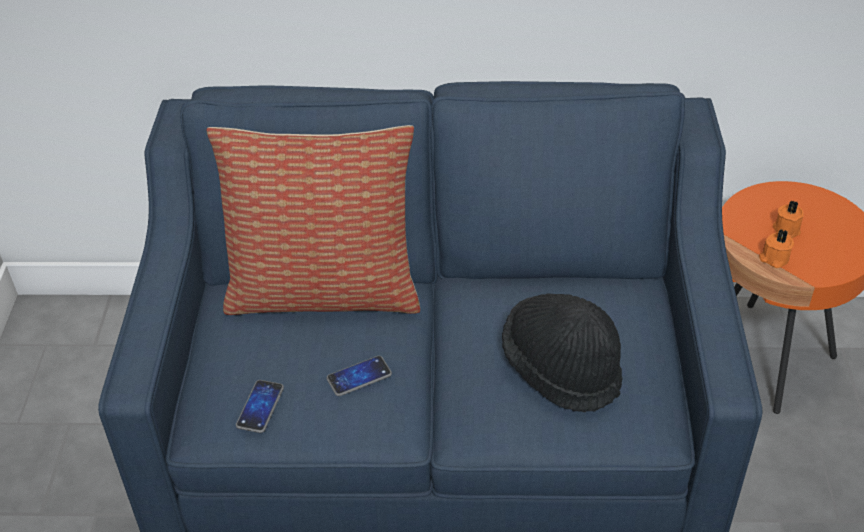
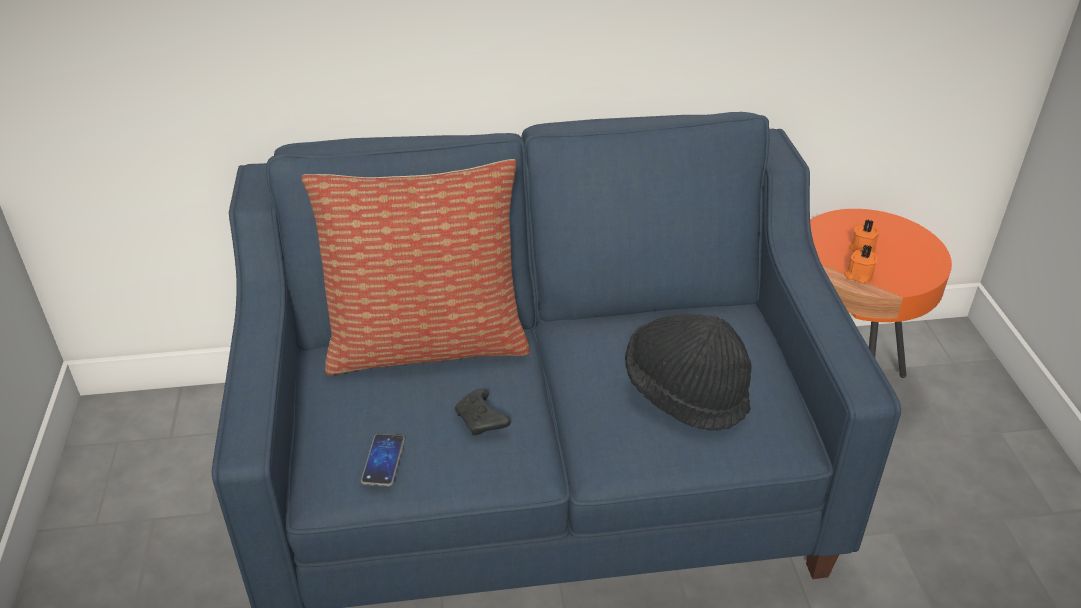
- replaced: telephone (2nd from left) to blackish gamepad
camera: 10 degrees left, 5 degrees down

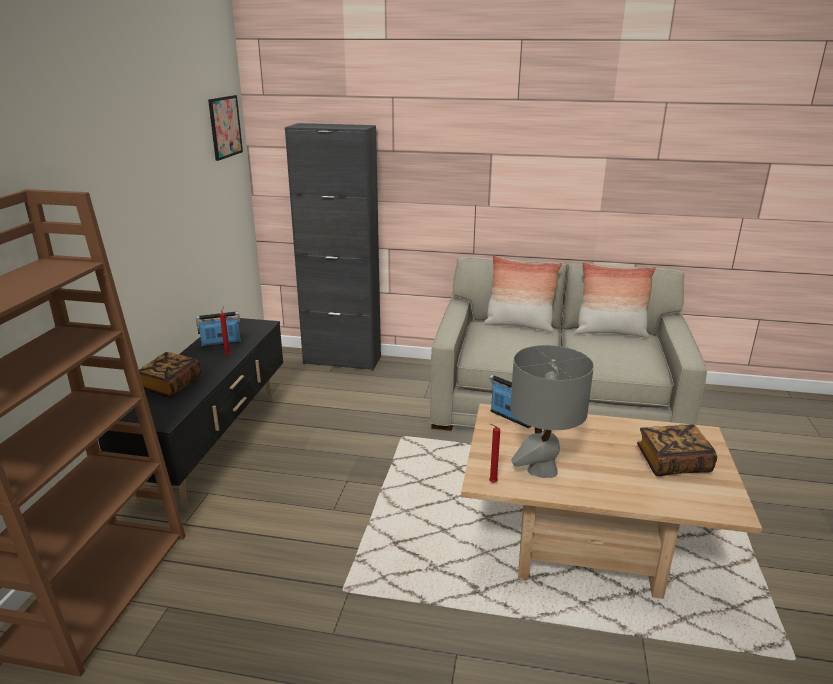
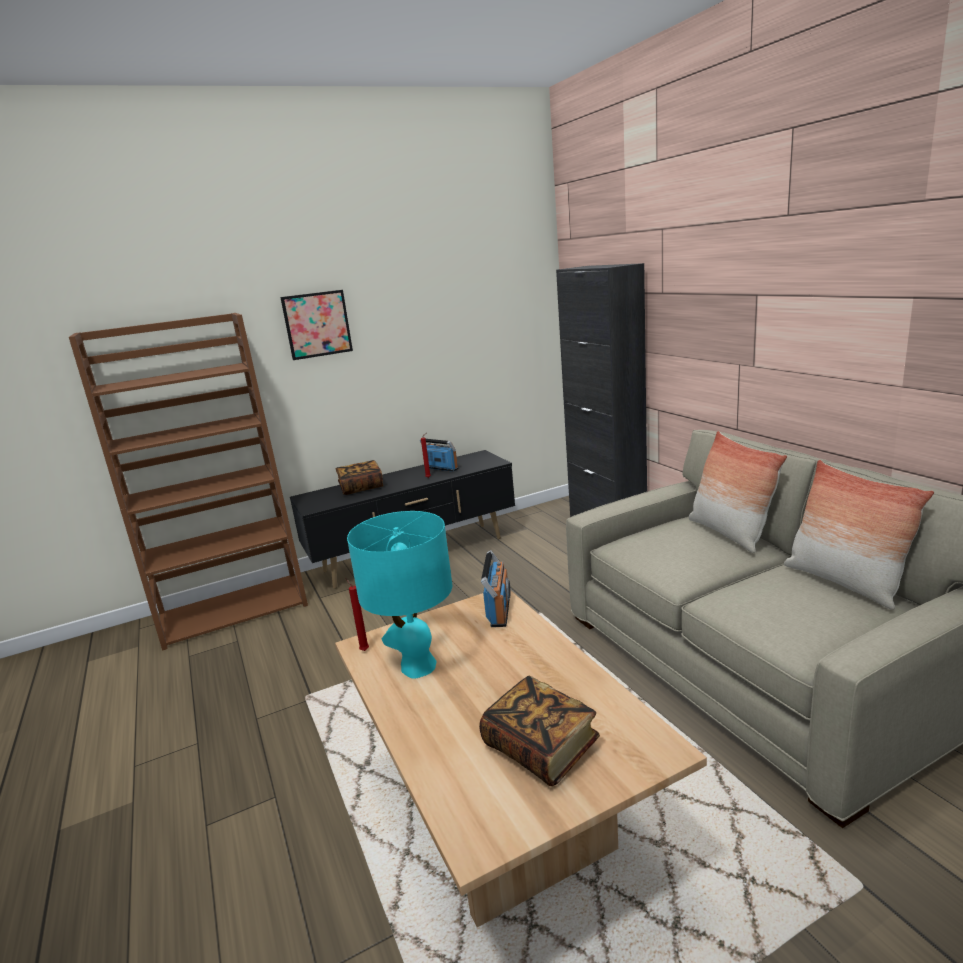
- moved: wall picture
- recoloured: grey tabletop lamp to turquoise-coloured tabletop lamp
camera: 55 degrees right, 5 degrees down

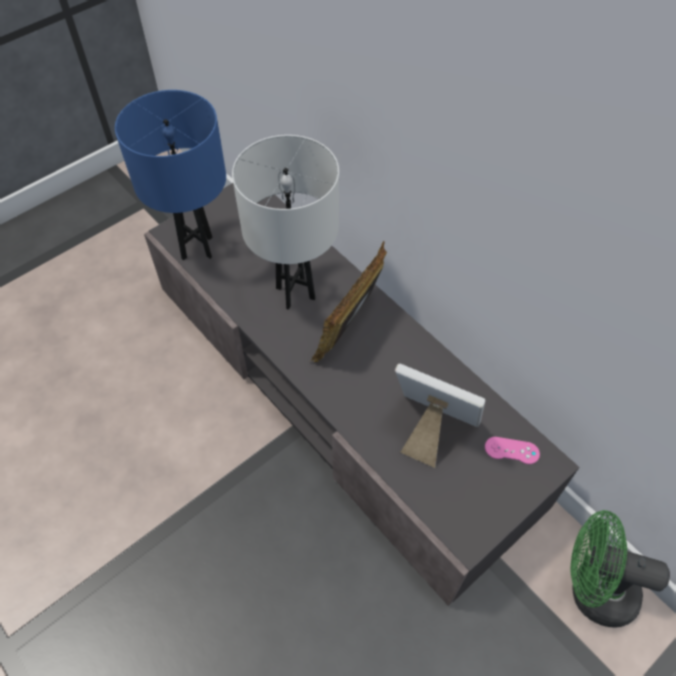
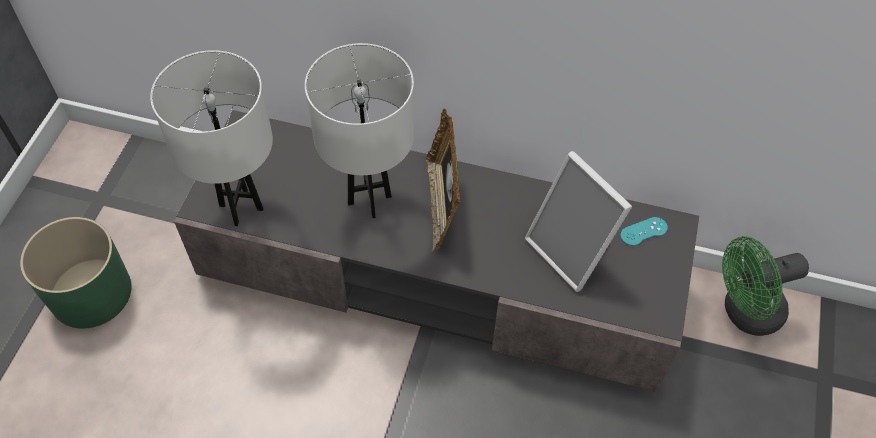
- added: green planter
- recoloured: blue-coloured tabletop lamp to whitish tabletop lamp (1st from left)
- recoloured: pinkish gamepad to turquoise-coloured gamepad
- turned: photo frame (2nd from left) 120 degrees counterclockwise
camera: 35 degrees left, 0 degrees up

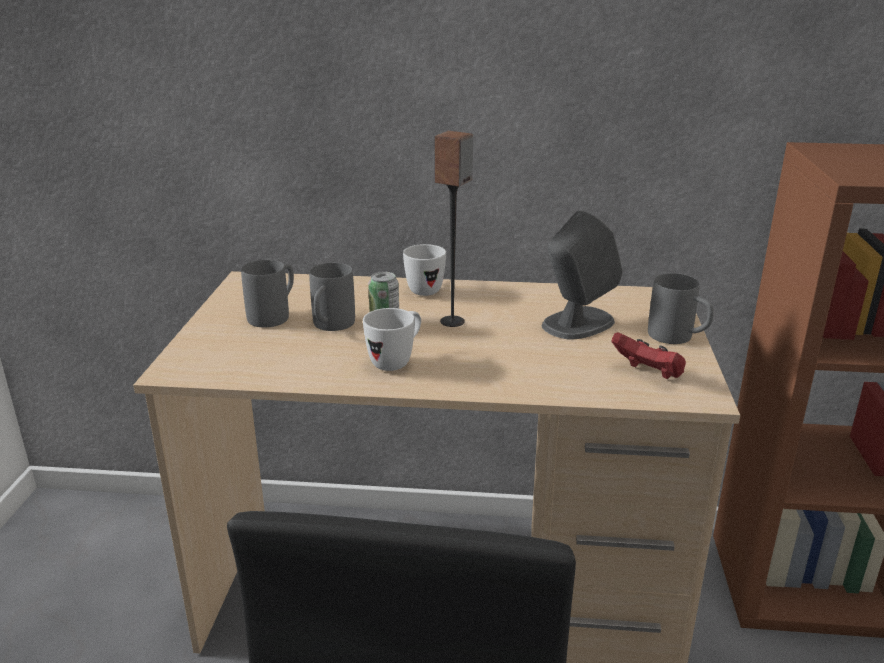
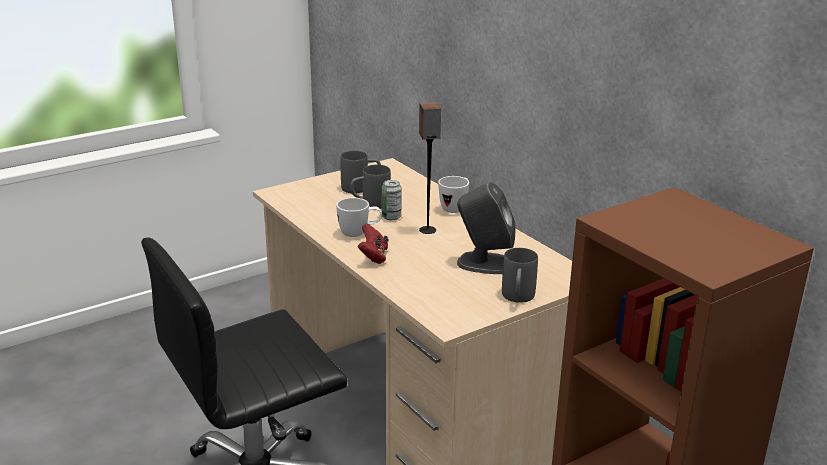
- moved: reddish gamepad
camera: 50 degrees right, 0 degrees up

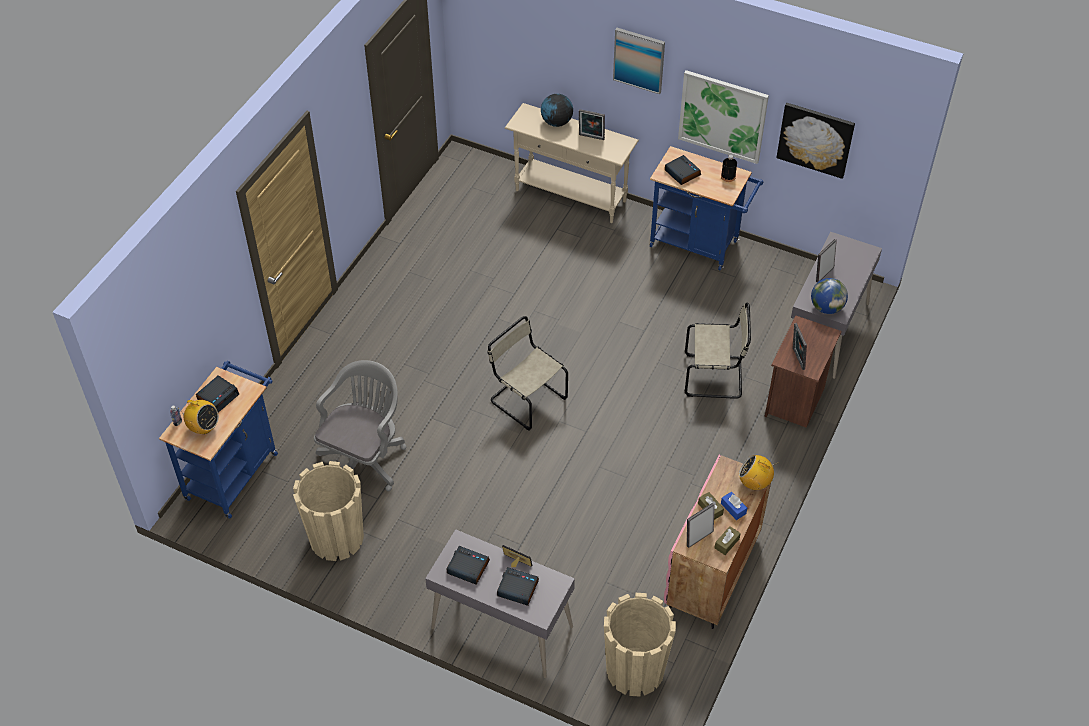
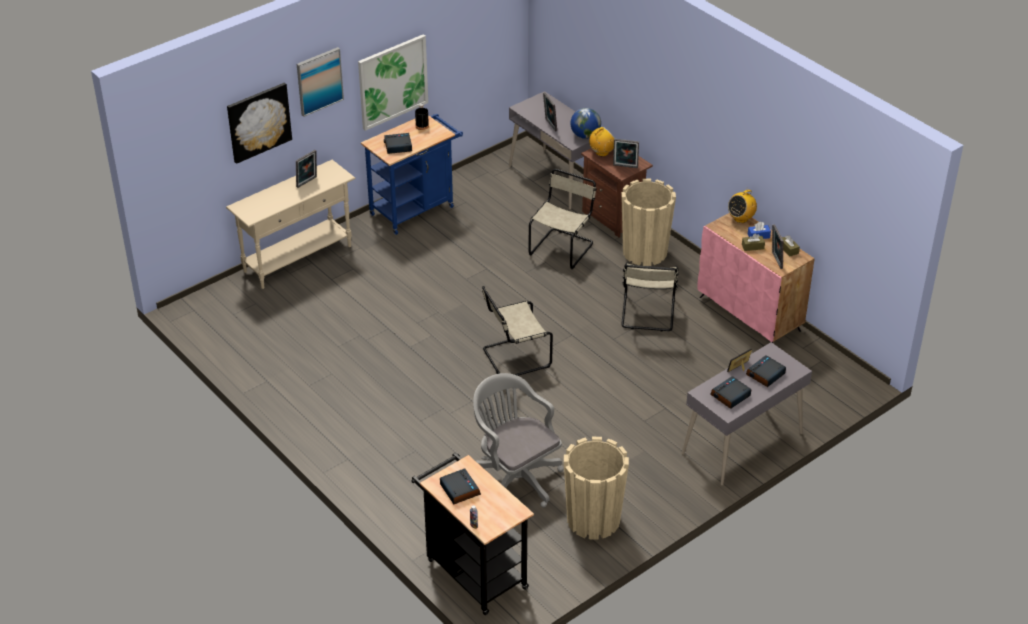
- removed: globe (1st from left)
- added: beige-coloured upright chair (3rd from left)
- moved: radio set (1st from left)
- moved: beige-coloured planter (2nd from left)
- moved: wall picture (3rd from left in the first image) to wall picture (1st from left)
- recoloured: blue-coloured wheeled cart (1st from left) to blackish wheeled cart
camera: 65 degrees left, 10 degrees down

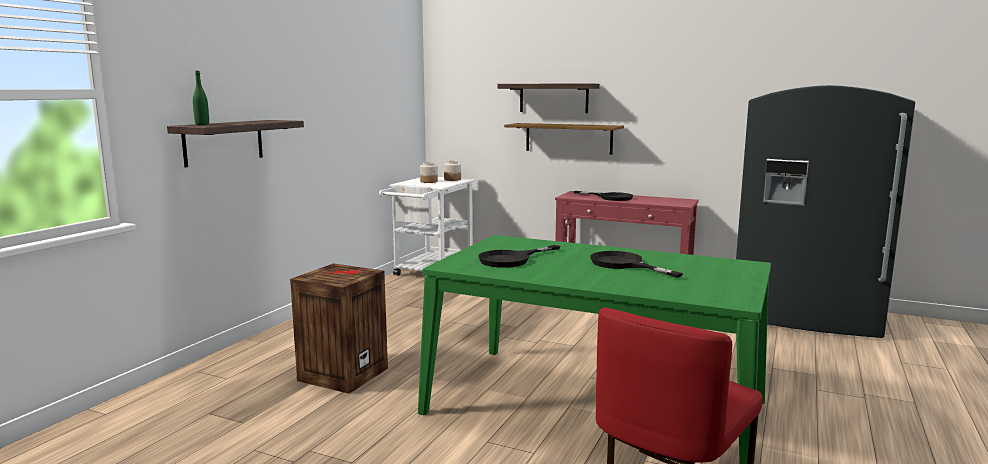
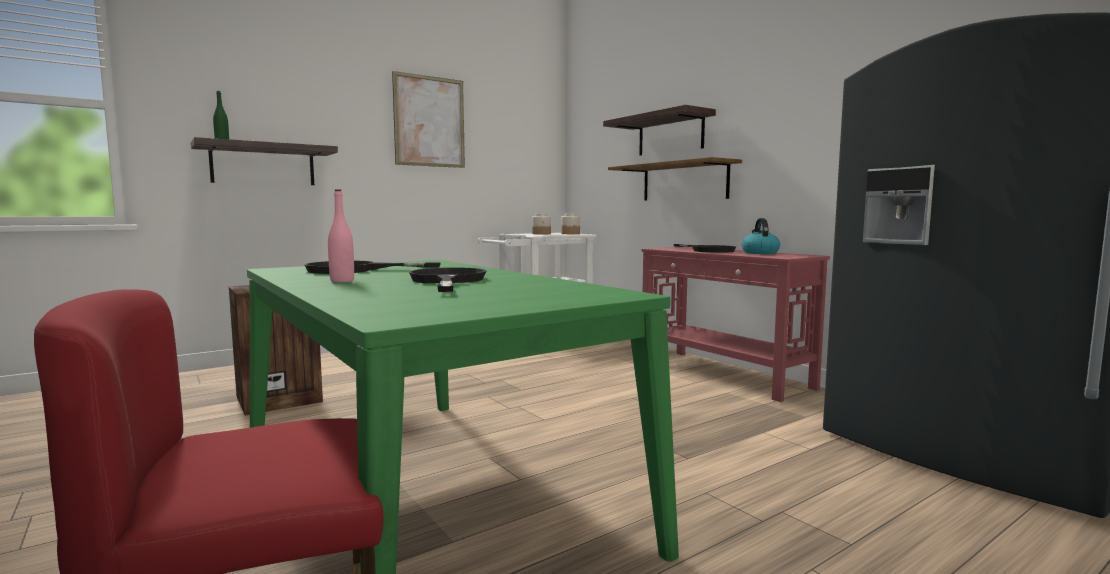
- added: pinkish bottle
- added: wall picture
- added: kettle
camera: 30 degrees right, 5 degrees down

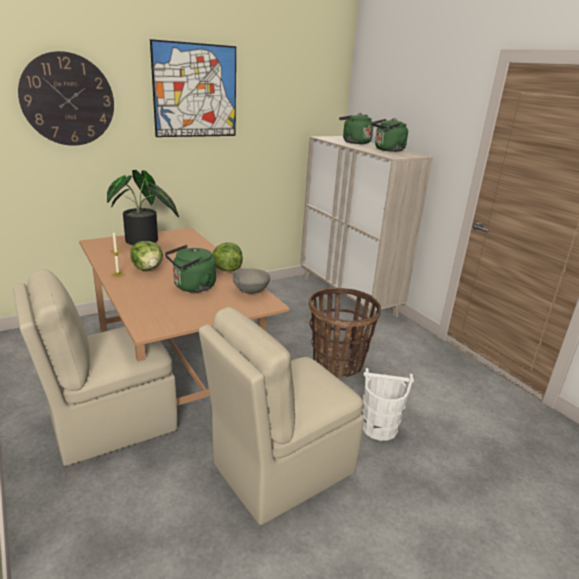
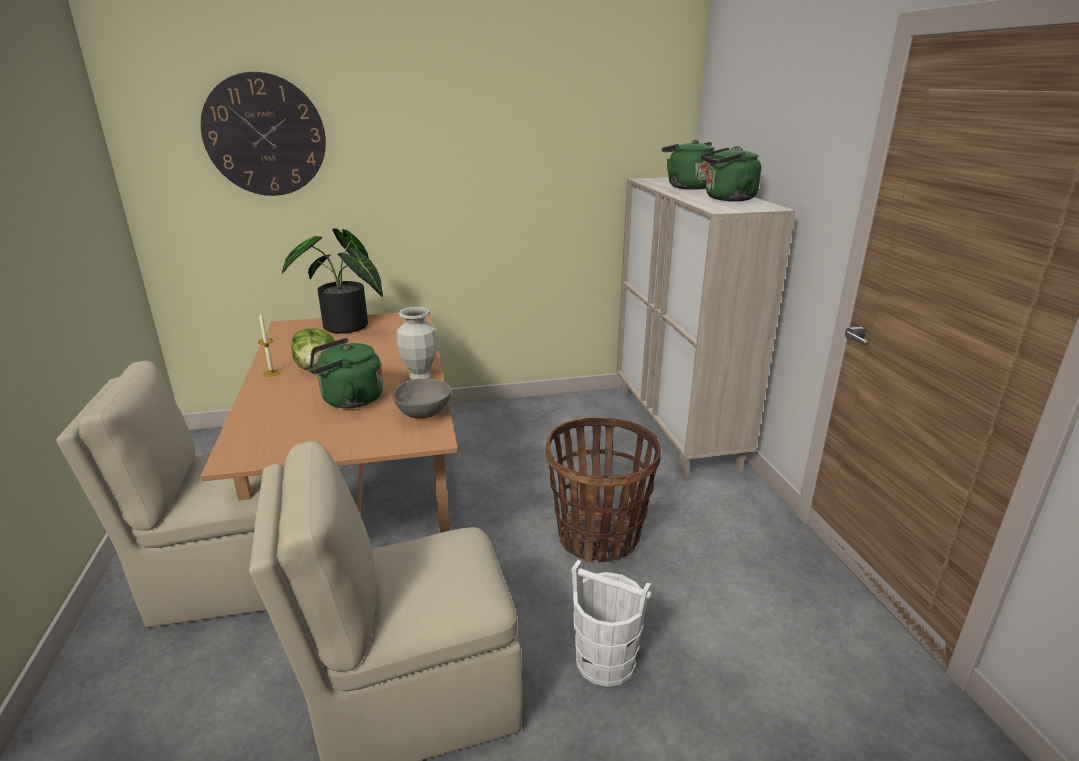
- removed: wall picture
- replaced: lettuce head (2nd from left) to vase
camera: 20 degrees right, 0 degrees up

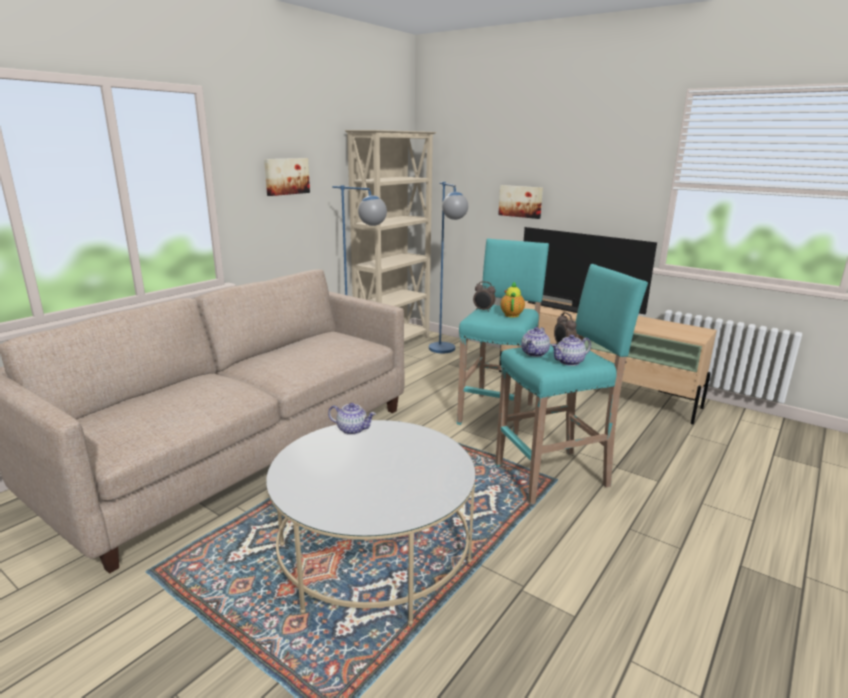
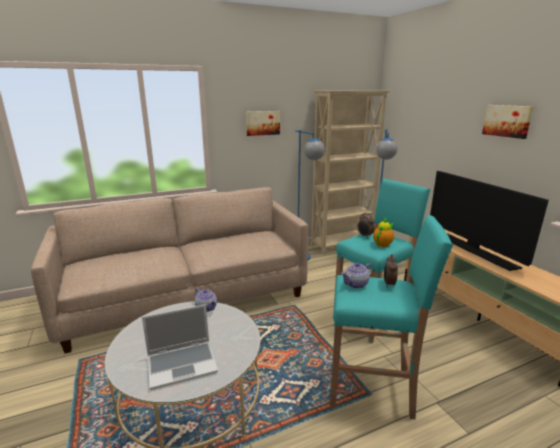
- removed: teapot (4th from left)
- added: laptop
- moved: wall picture (2nd from left)
camera: 30 degrees right, 0 degrees up

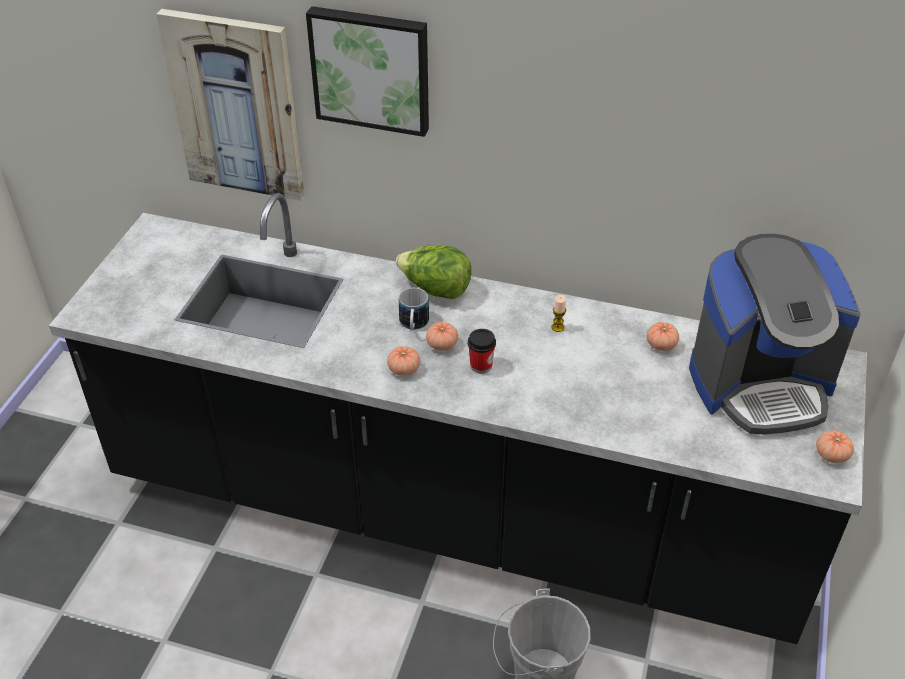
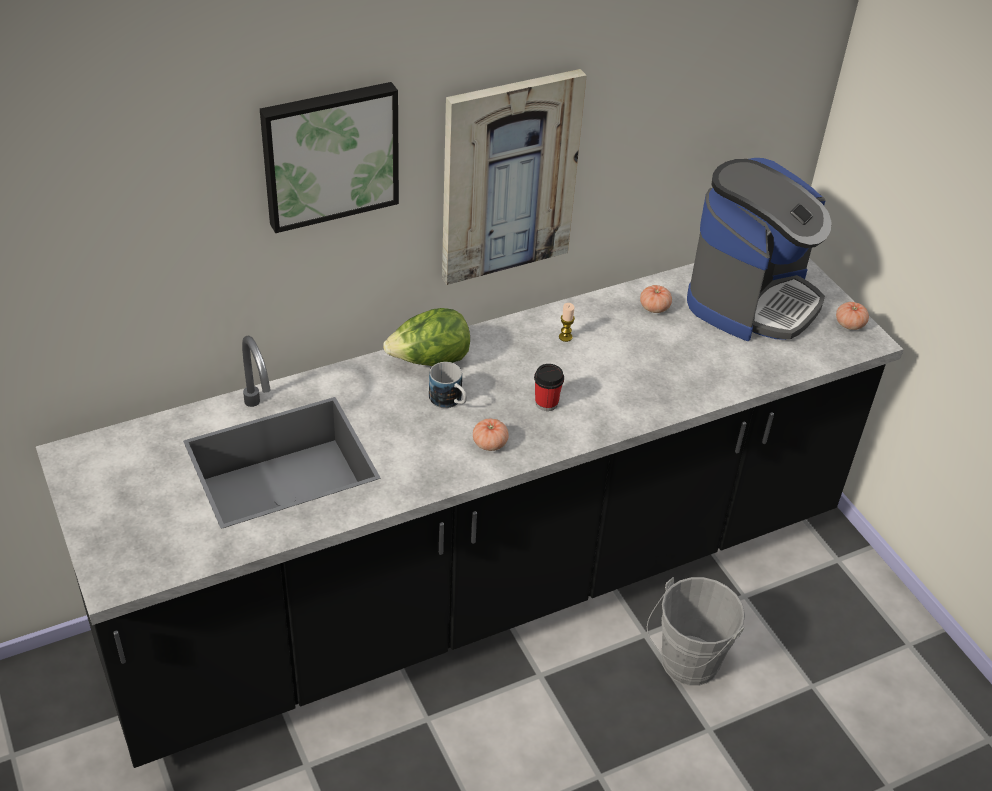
- removed: whole tomato (2nd from left)
- moved: wall picture (1st from left in the first image) to wall picture (2nd from left)
camera: 45 degrees left, 0 degrees up

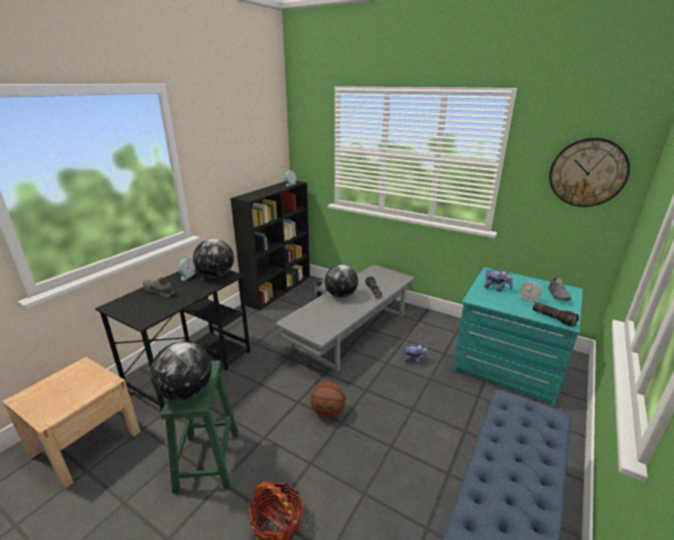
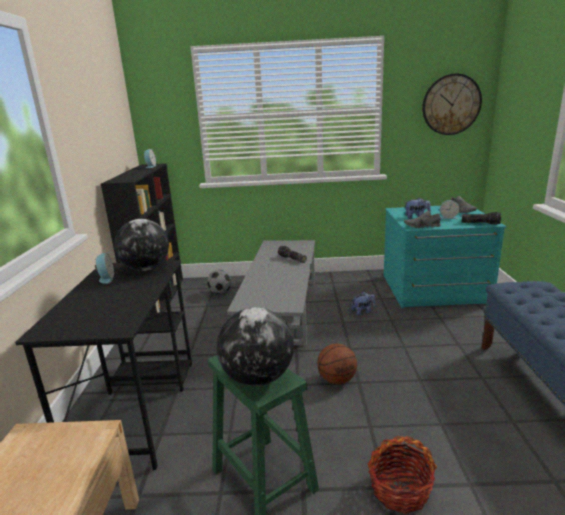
- removed: globe (3rd from left)
- moved: grey item of footwear (1st from left)
camera: 30 degrees left, 5 degrees down

